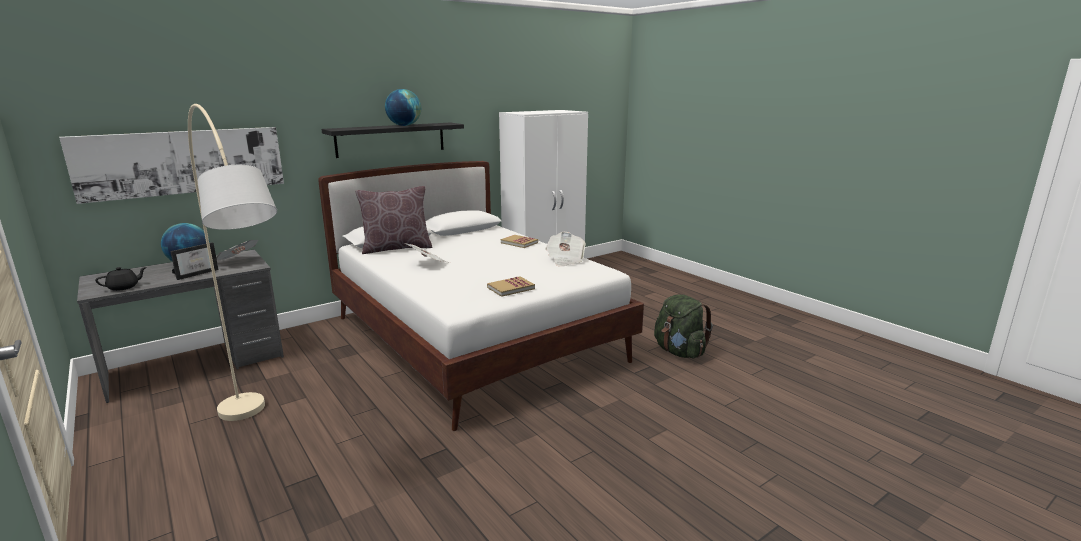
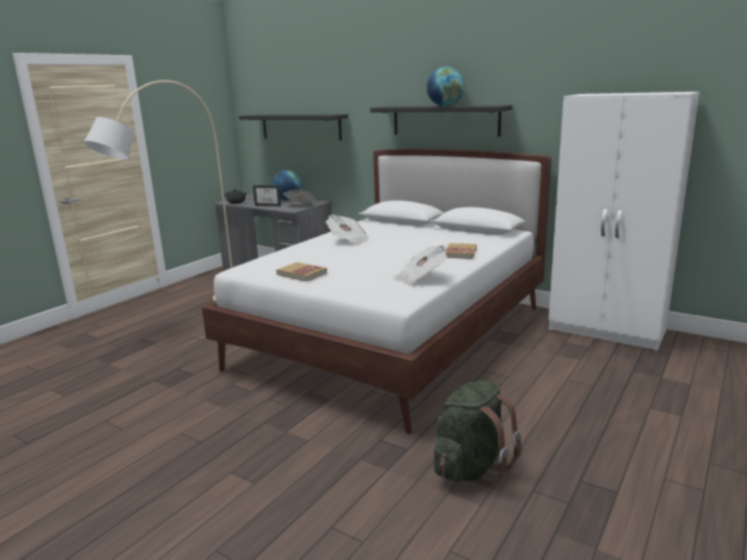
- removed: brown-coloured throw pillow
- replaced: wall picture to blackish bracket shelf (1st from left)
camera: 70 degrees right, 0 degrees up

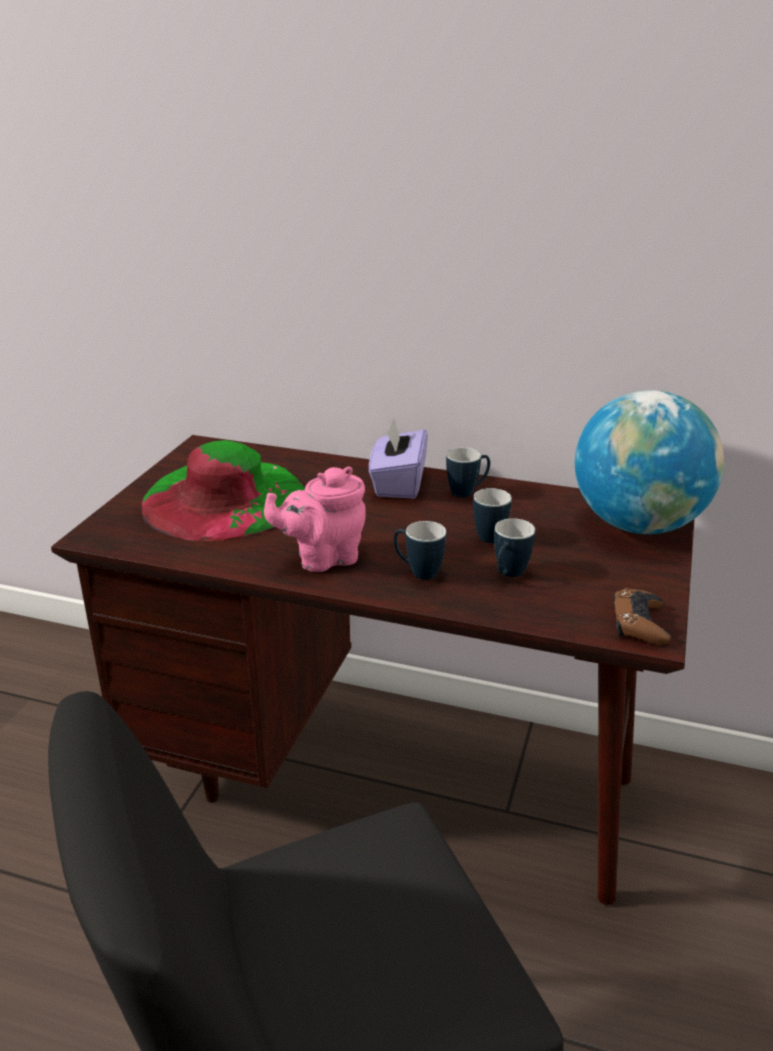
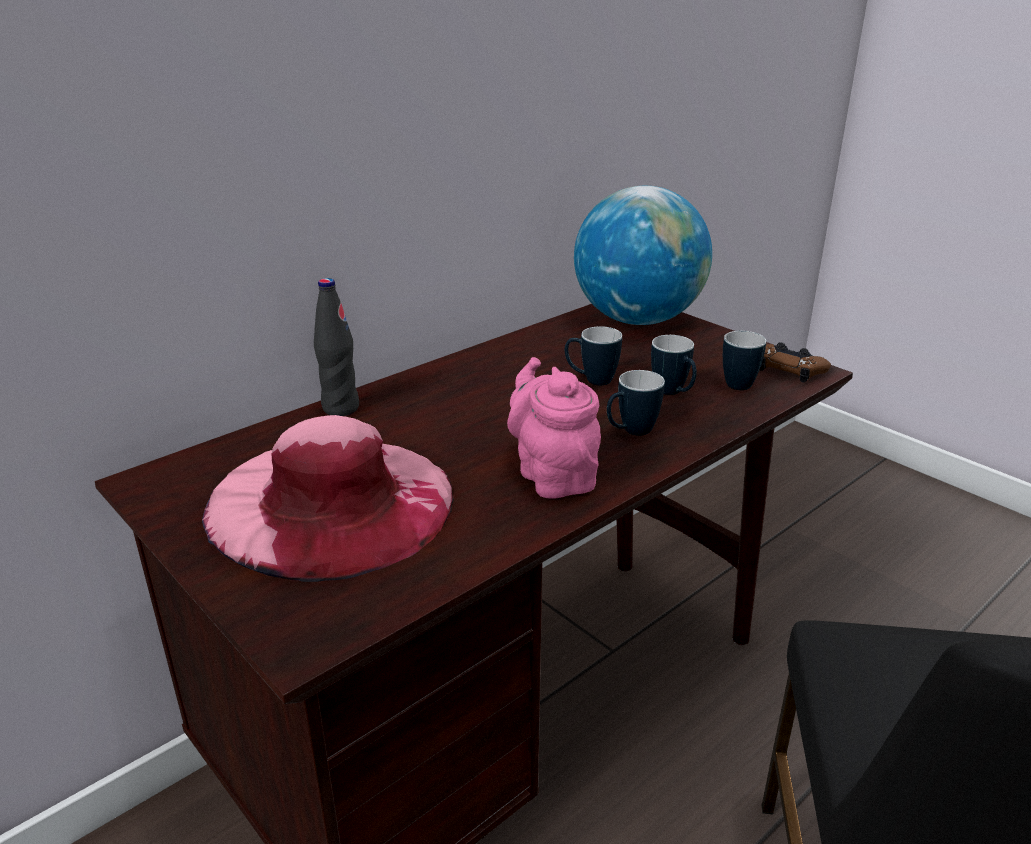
- removed: purple-coloured tissue holder
- added: blackish bottle
- moved: coffee mug (2nd from left in the first image) to coffee mug (4th from left)
- recoloured: green hat to pinkish hat
- turned: pinkish teapot 150 degrees clockwise
camera: 60 degrees left, 0 degrees up

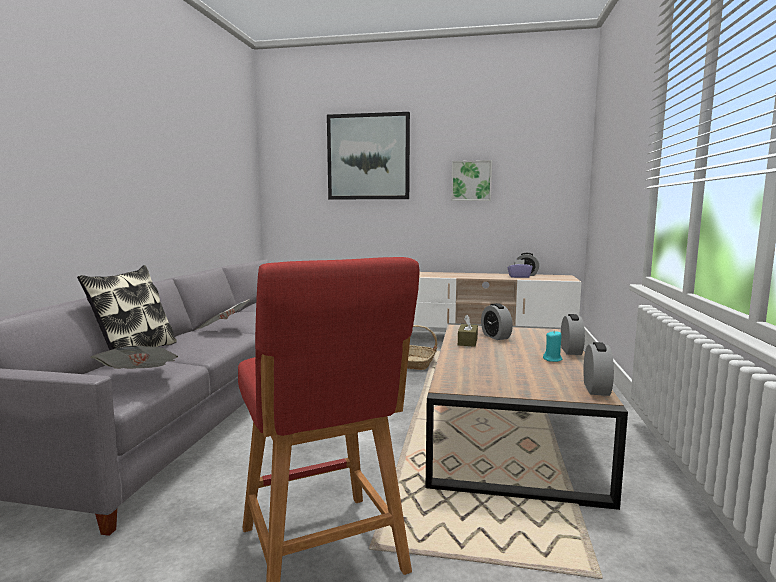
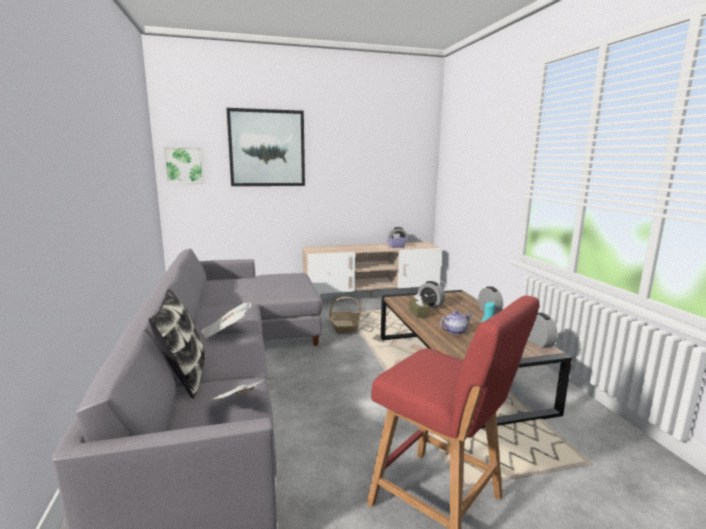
- added: teapot
- moved: wall picture (2nd from left in the first image) to wall picture (1st from left)
camera: 25 degrees left, 5 degrees up

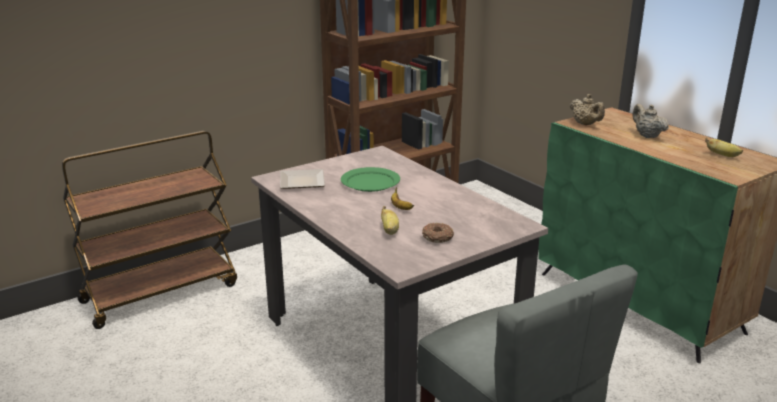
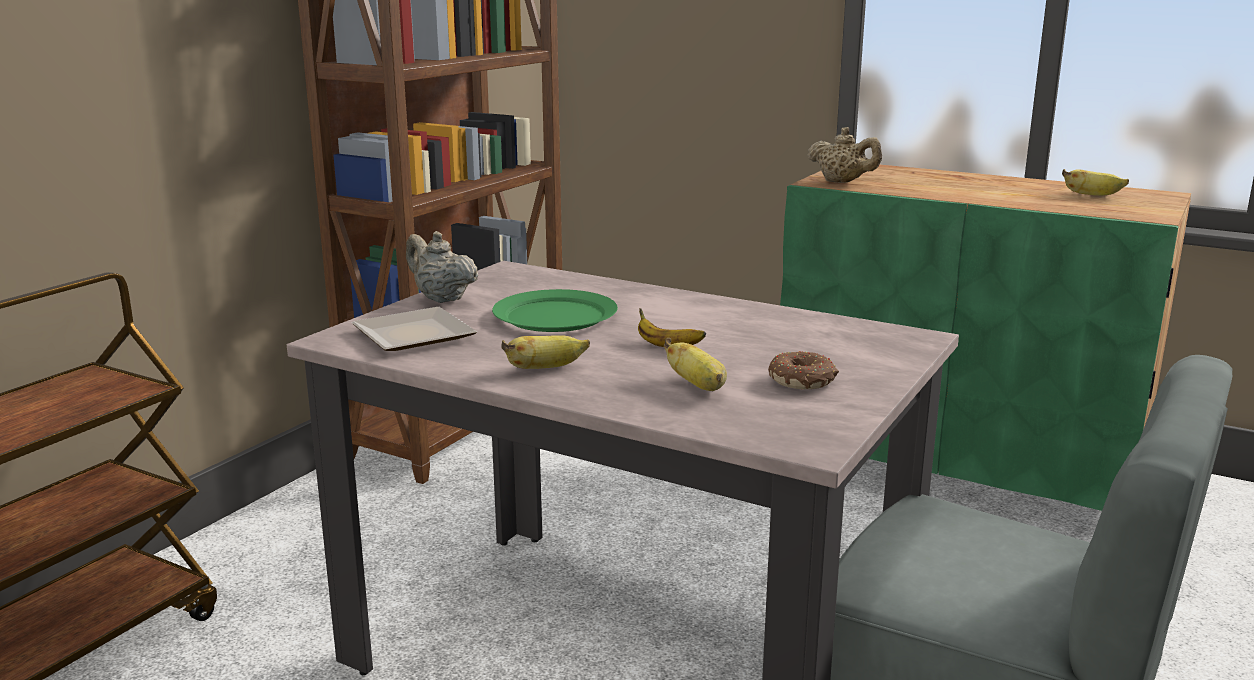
- added: banana fruit (1st from left)
- moved: beige-coloured teapot (2nd from left in the first image) to beige-coloured teapot (1st from left)
camera: 25 degrees left, 5 degrees down

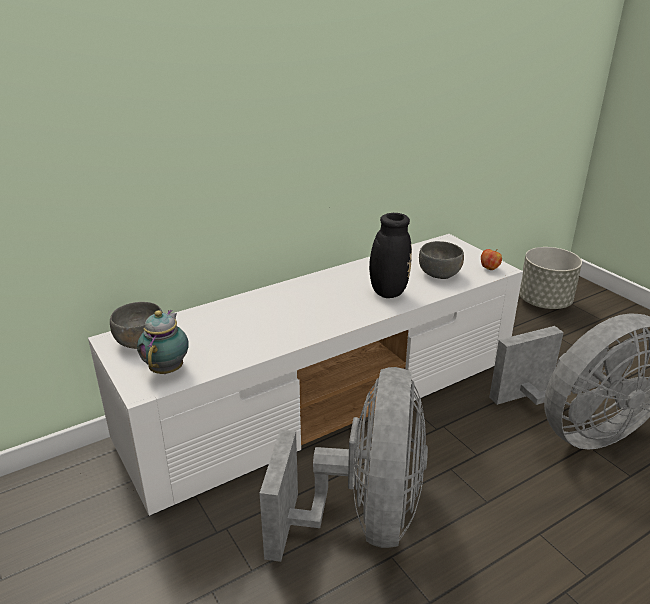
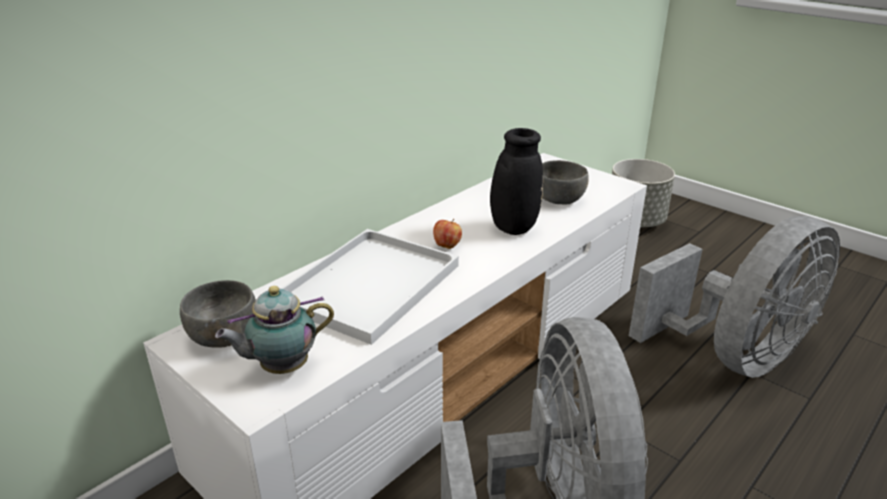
- added: whitish carrying tray
- moved: whole apple
- turned: teapot 105 degrees counterclockwise
camera: 15 degrees left, 0 degrees up

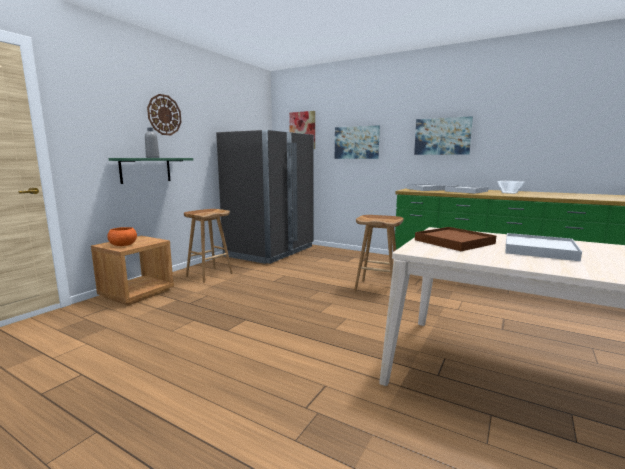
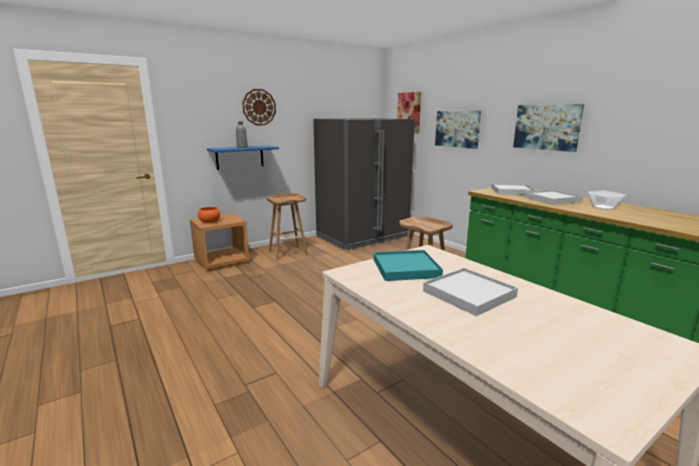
- recoloured: green bracket shelf to blue-coloured bracket shelf
- recoloured: brown-coloured carrying tray to turquoise-coloured carrying tray
camera: 25 degrees right, 5 degrees up

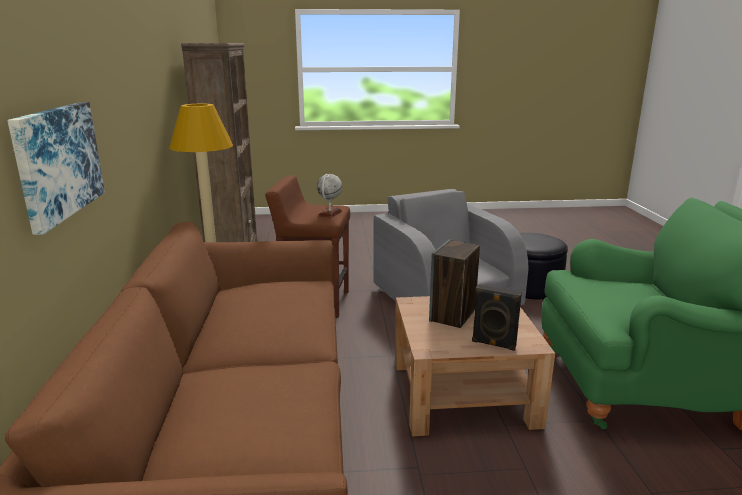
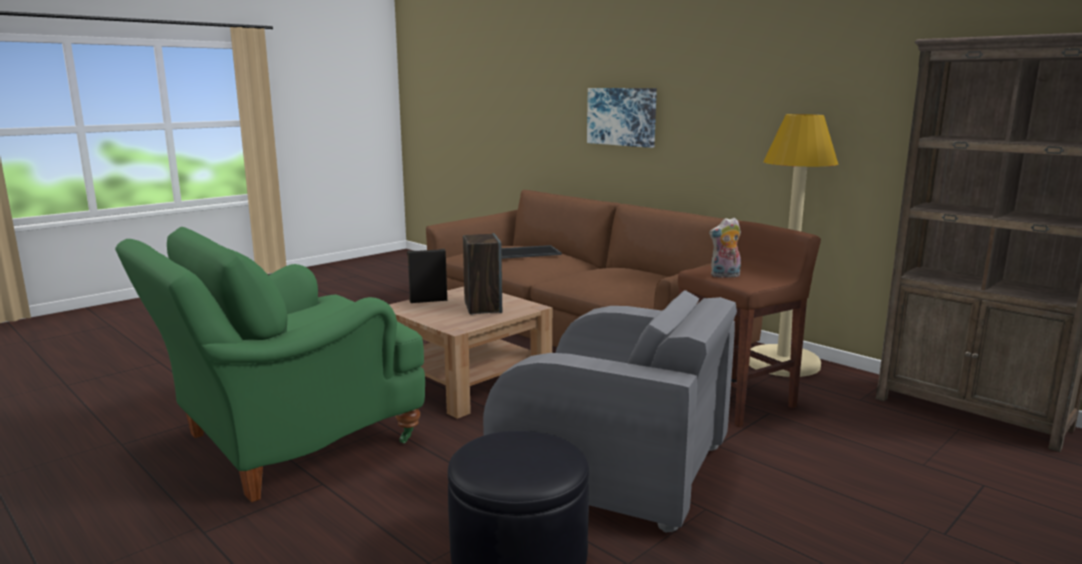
- added: carrying tray
- replaced: globe to plush toy
camera: 140 degrees right, 5 degrees down

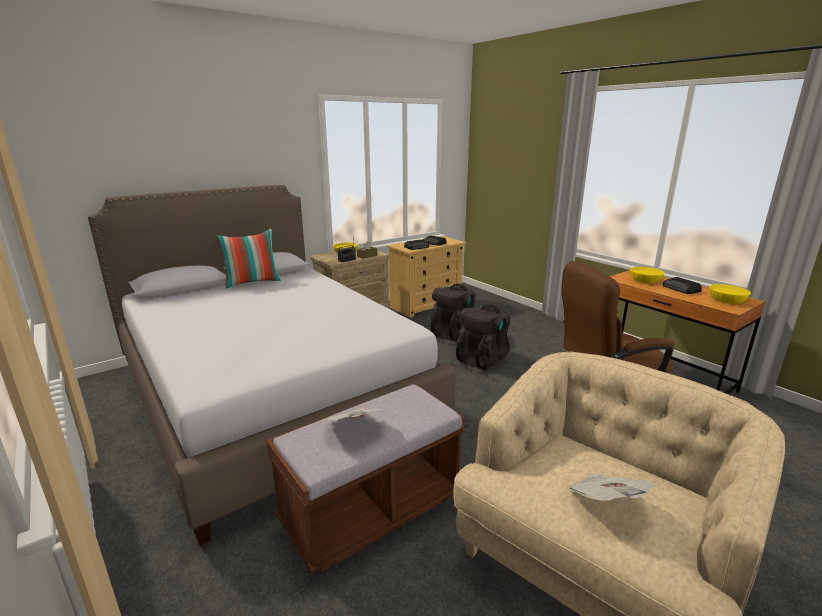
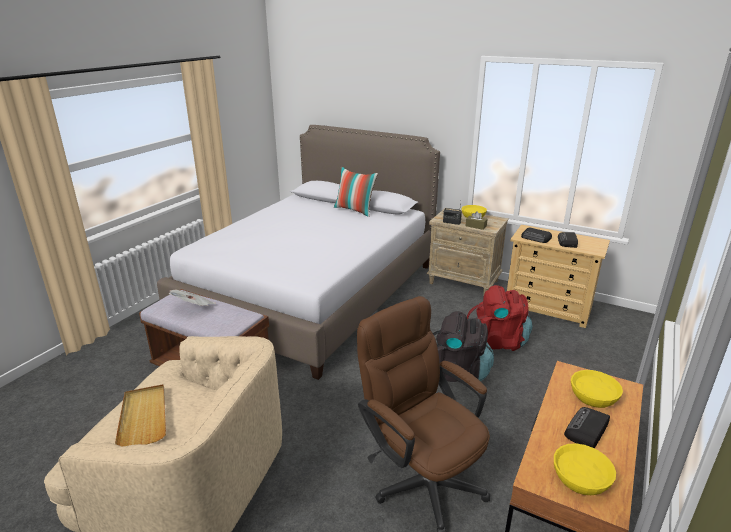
- replaced: daily paper (2nd from left) to beige-coloured carrying tray
- recoloured: blackish rucksack (1st from left) to reddish rucksack
camera: 65 degrees right, 5 degrees up

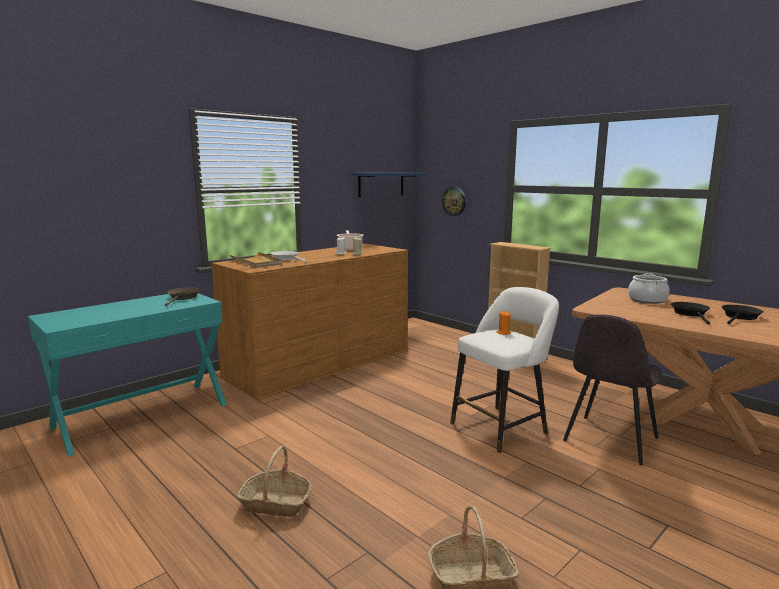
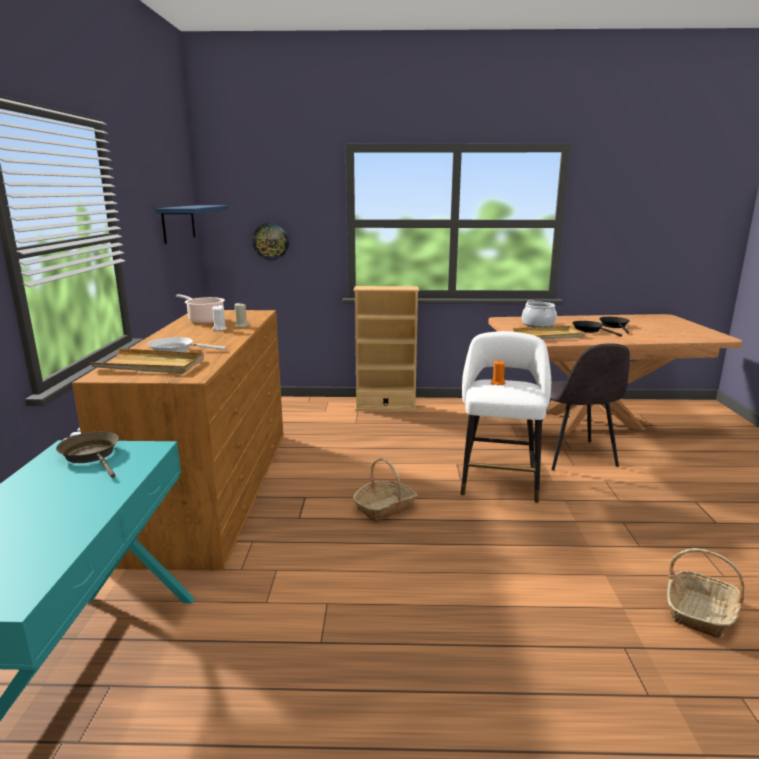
- added: beige-coloured carrying tray (2nd from left)
- moved: household basket (1st from left)
camera: 45 degrees left, 5 degrees up

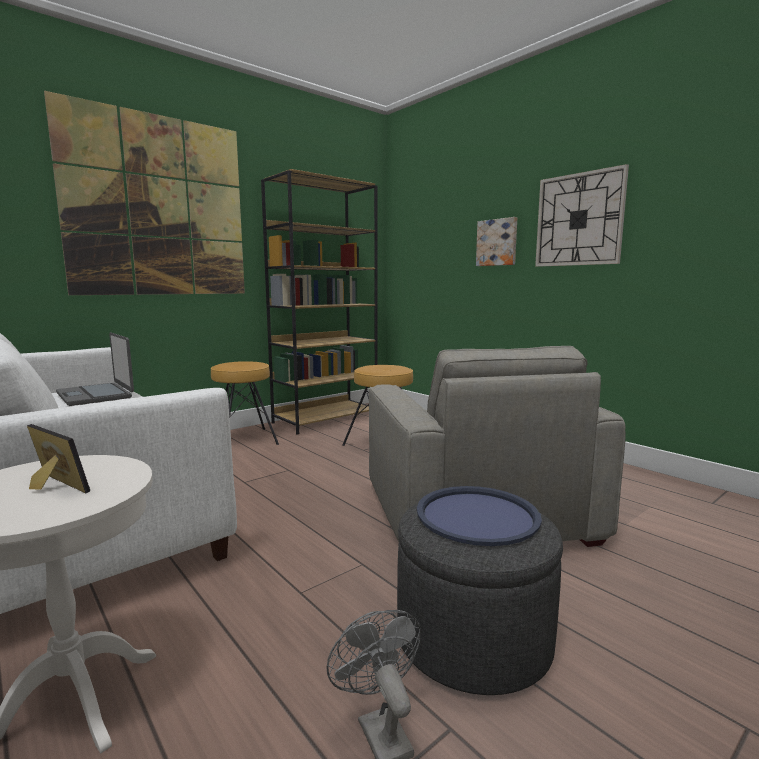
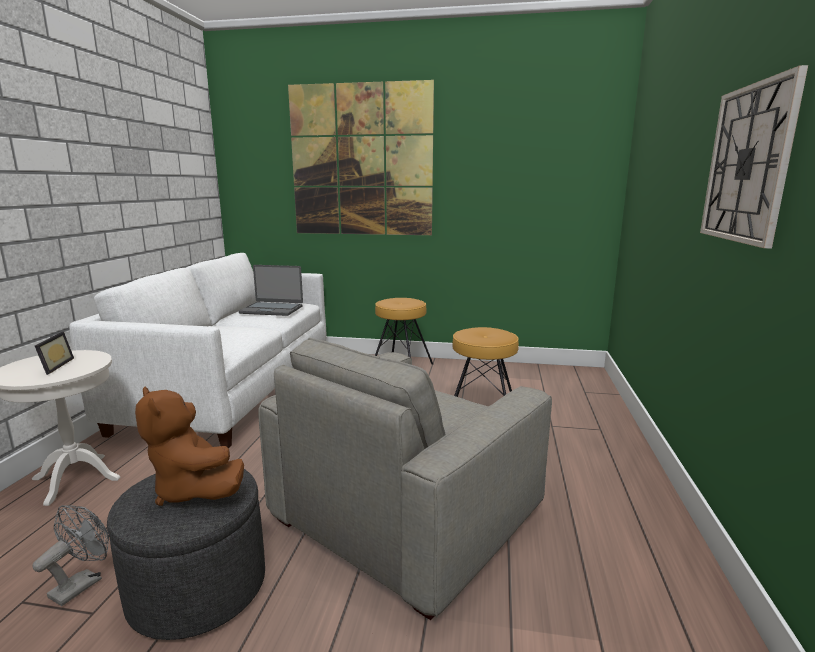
- removed: brown-coloured bookshelf
- removed: wall picture (2nd from left)
- replaced: blue-coloured carrying tray to brown-coloured plush toy
- turned: laptop 90 degrees counterclockwise
camera: 50 degrees right, 5 degrees up

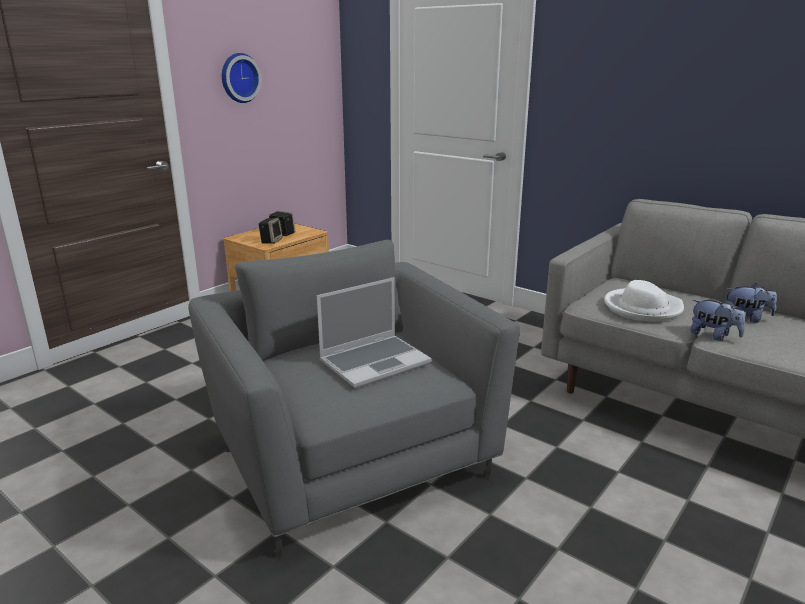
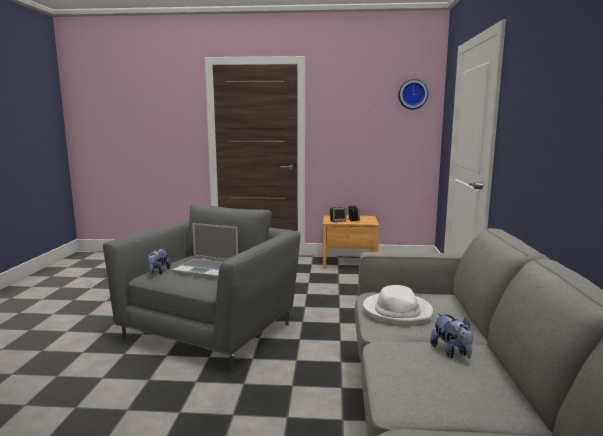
- moved: wall clock
- moved: plush toy (1st from left)
camera: 55 degrees right, 10 degrees down

